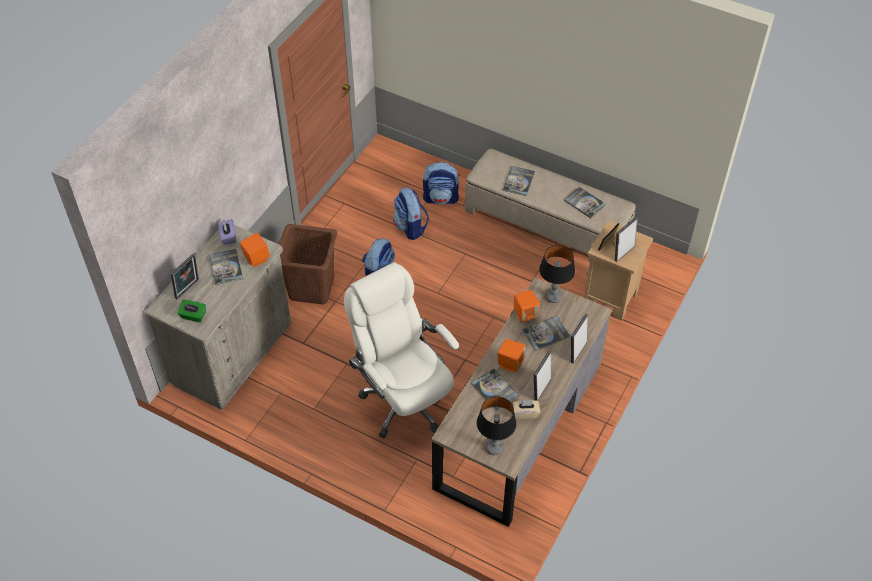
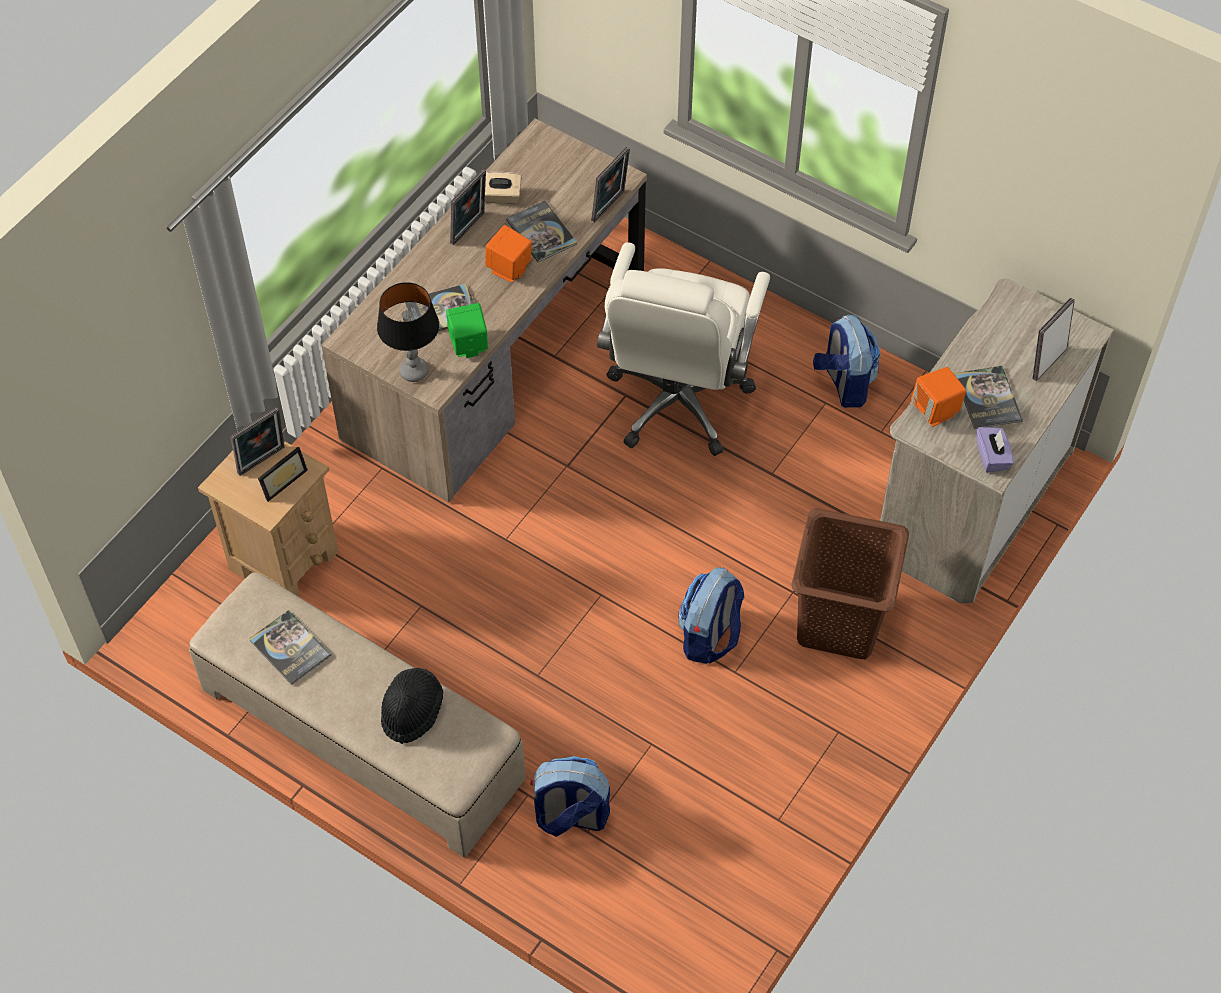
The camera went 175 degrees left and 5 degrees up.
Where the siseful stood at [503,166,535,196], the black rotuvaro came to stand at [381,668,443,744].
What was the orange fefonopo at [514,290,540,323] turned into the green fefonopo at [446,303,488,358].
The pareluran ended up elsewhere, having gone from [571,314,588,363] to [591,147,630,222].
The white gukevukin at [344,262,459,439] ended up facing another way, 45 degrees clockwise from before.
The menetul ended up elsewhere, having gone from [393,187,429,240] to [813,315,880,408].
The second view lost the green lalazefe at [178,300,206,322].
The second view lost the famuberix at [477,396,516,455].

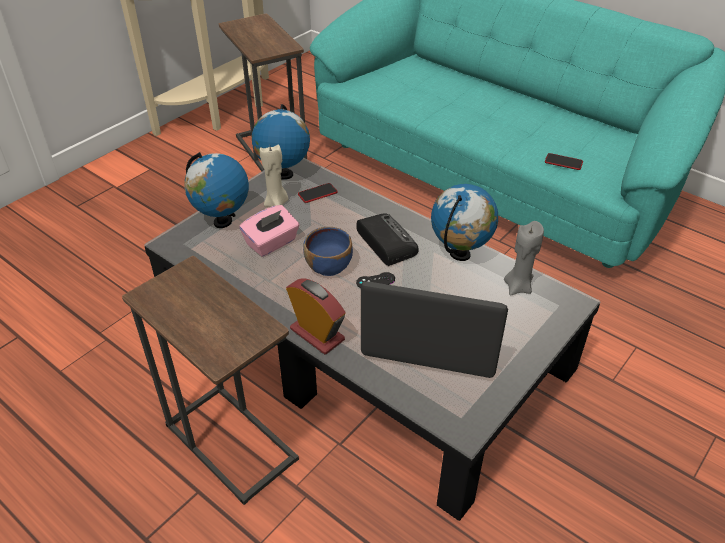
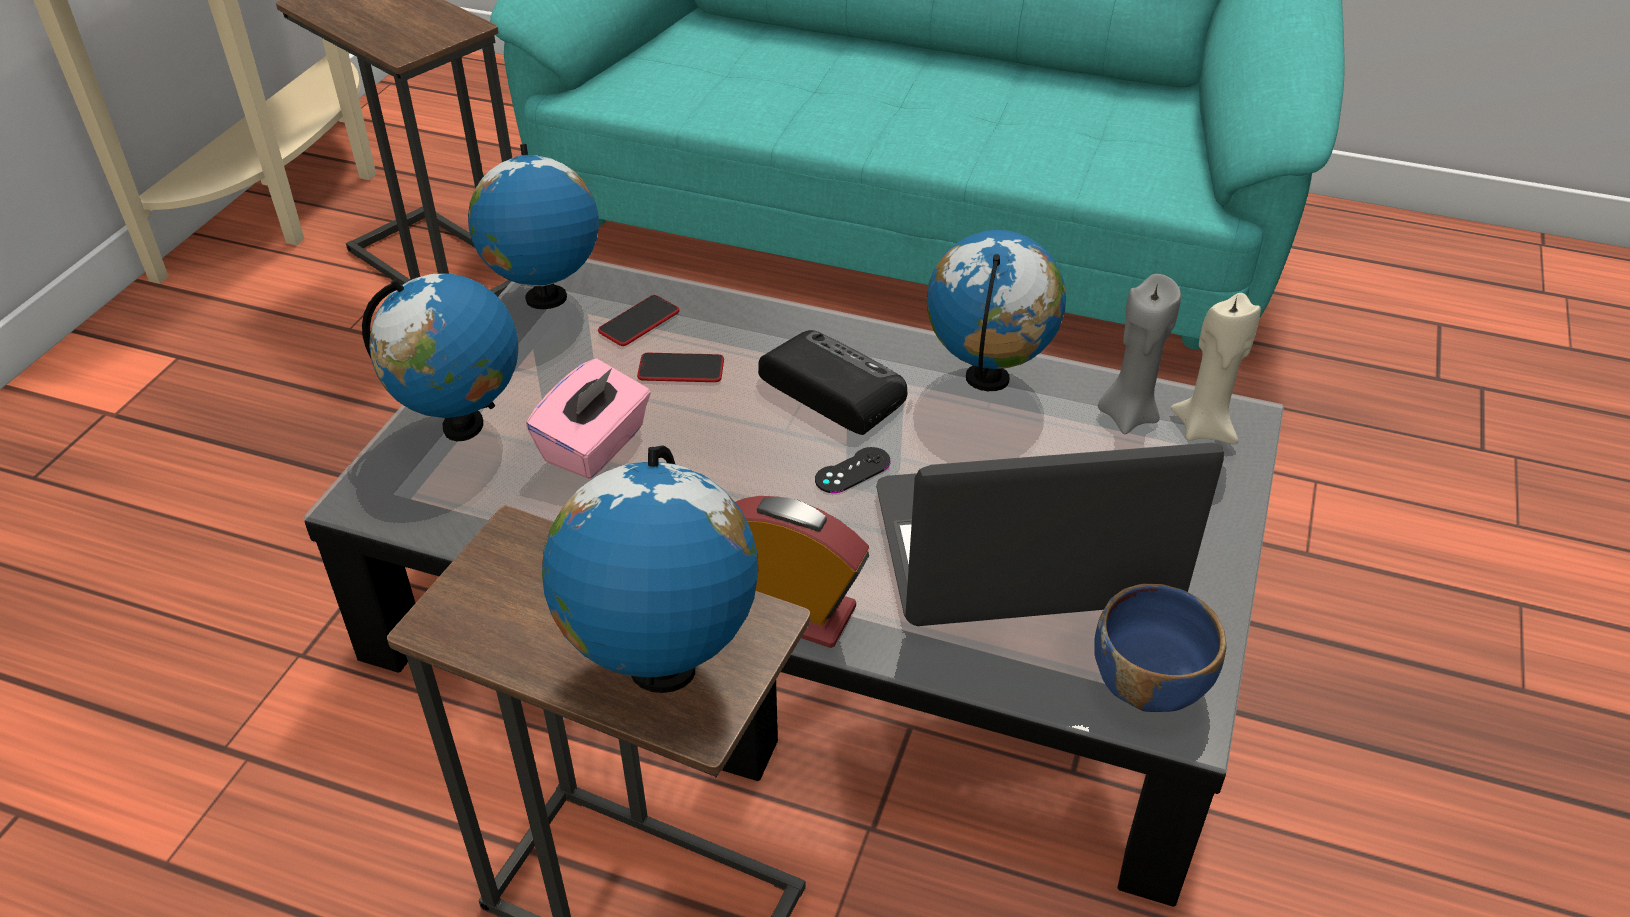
The camera went 20 degrees left and 0 degrees up.
The second view gained the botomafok at [542,446,758,693].
The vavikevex ended up elsewhere, having gone from [545,153,583,170] to [637,353,724,382].
The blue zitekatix ended up elsewhere, having gone from [303,227,353,276] to [1094,584,1226,712].
The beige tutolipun ended up elsewhere, having gone from [260,145,289,207] to [1171,293,1261,444].

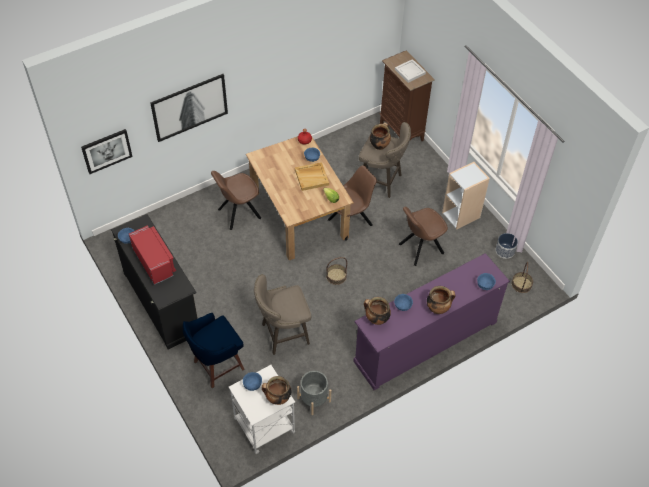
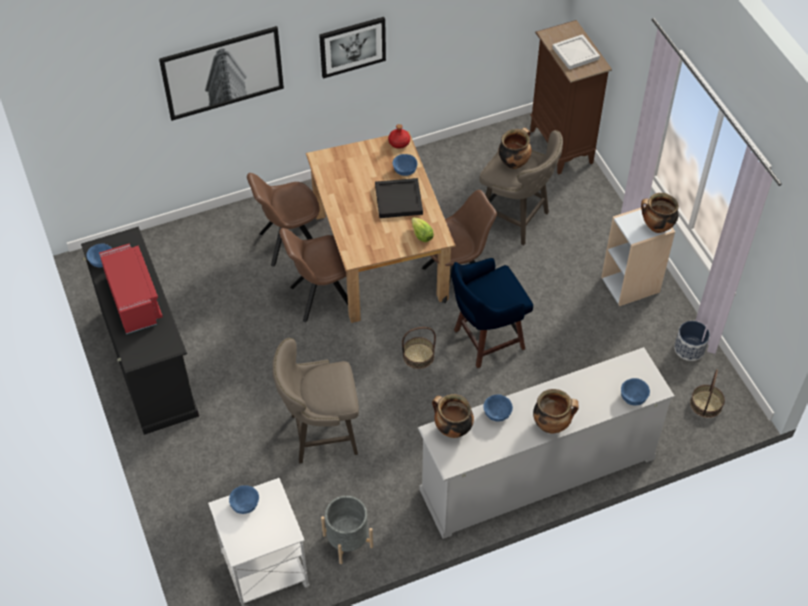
The camera went 10 degrees right and 0 degrees up.
The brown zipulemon ended up elsewhere, having gone from [399,206,448,266] to [279,228,348,322].
The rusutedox ended up elsewhere, having gone from [81,129,133,174] to [319,17,386,79].
What was the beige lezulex at [295,162,329,191] turned into the black lezulex at [375,178,423,218].
What was the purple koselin at [353,253,510,390] turned into the white koselin at [418,347,675,539].
The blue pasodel ended up elsewhere, having gone from [182,313,245,388] to [452,258,533,368].
The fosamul ended up elsewhere, having gone from [262,376,292,405] to [641,193,679,233].

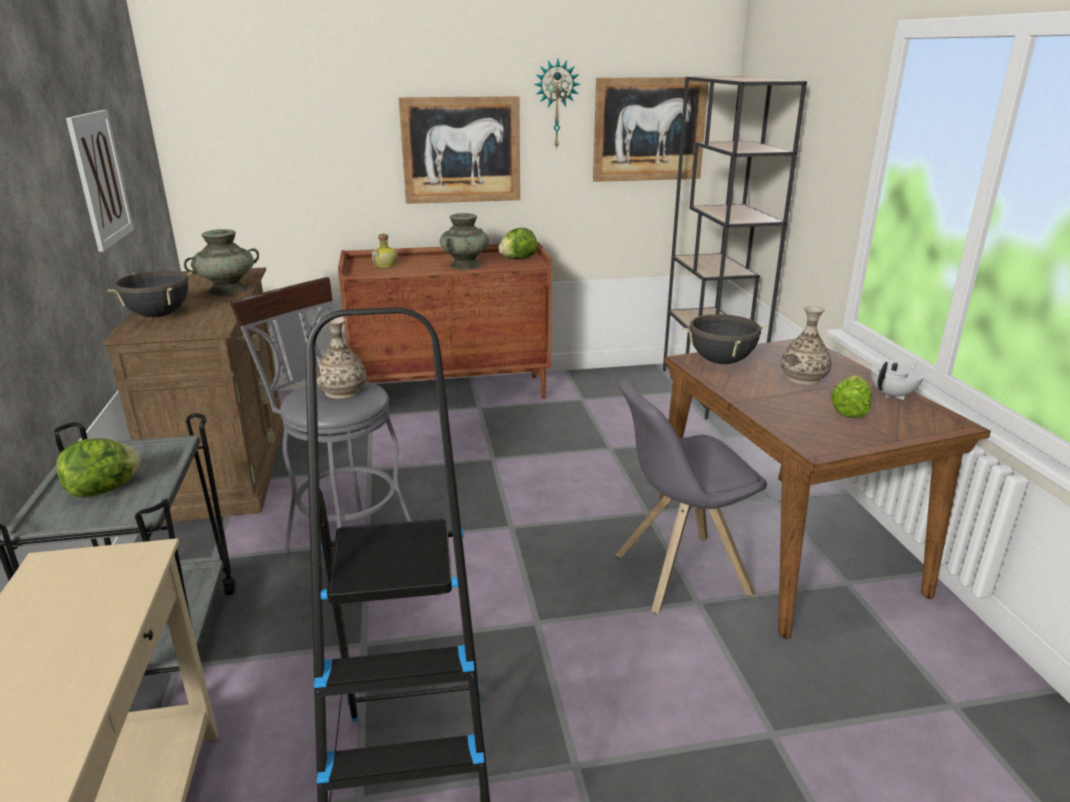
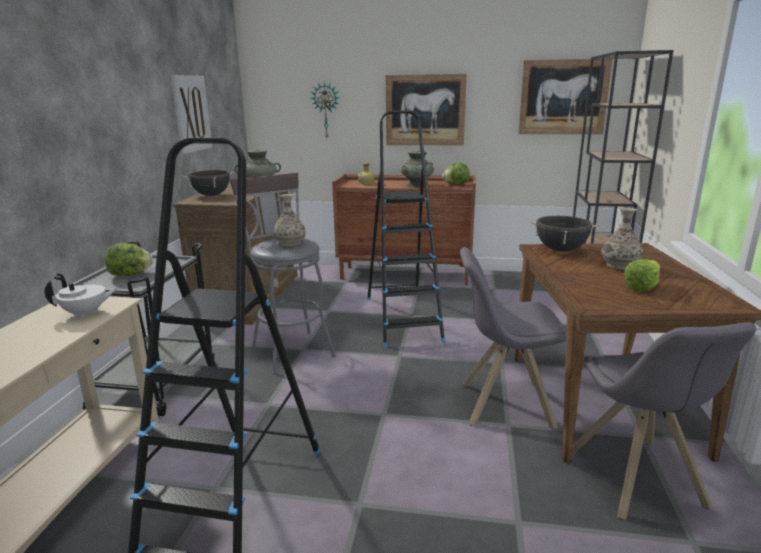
The camera went 20 degrees right and 5 degrees down.
The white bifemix ended up elsewhere, having gone from [870,362,924,400] to [45,280,118,318].
The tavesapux ended up elsewhere, having gone from [534,59,580,150] to [311,81,339,138].
The second view gained the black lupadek at [367,110,445,348].
The second view gained the grey zipulemon at [572,322,756,520].

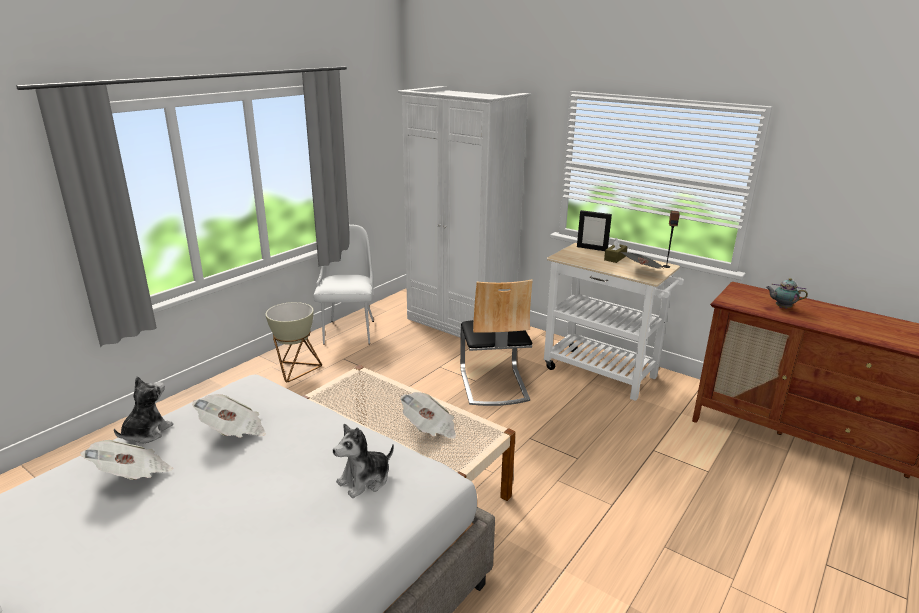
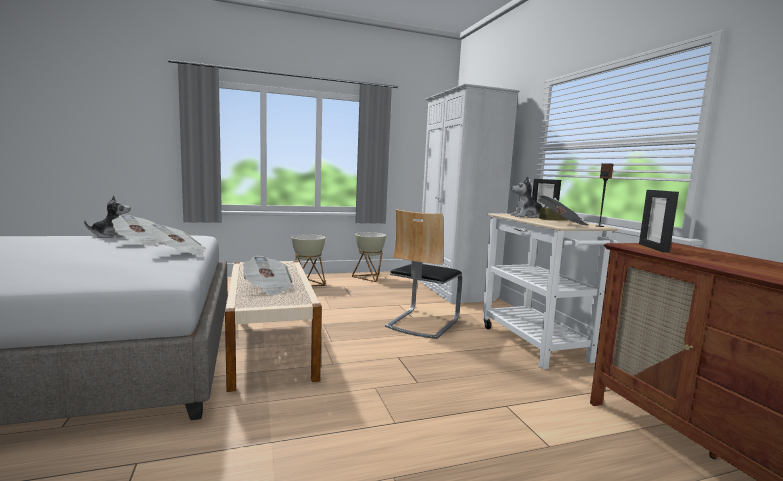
The camera went 35 degrees right and 15 degrees down.
The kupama ended up elsewhere, having gone from [80,440,173,480] to [150,224,206,257].
Where the white zipulemon stood at [314,224,374,345], the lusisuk came to stand at [352,232,386,282].
The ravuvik ended up elsewhere, having gone from [333,424,394,498] to [510,177,547,218].
The second view gained the pareluran at [639,190,679,253].
The second view lost the bifemix at [766,278,808,309].

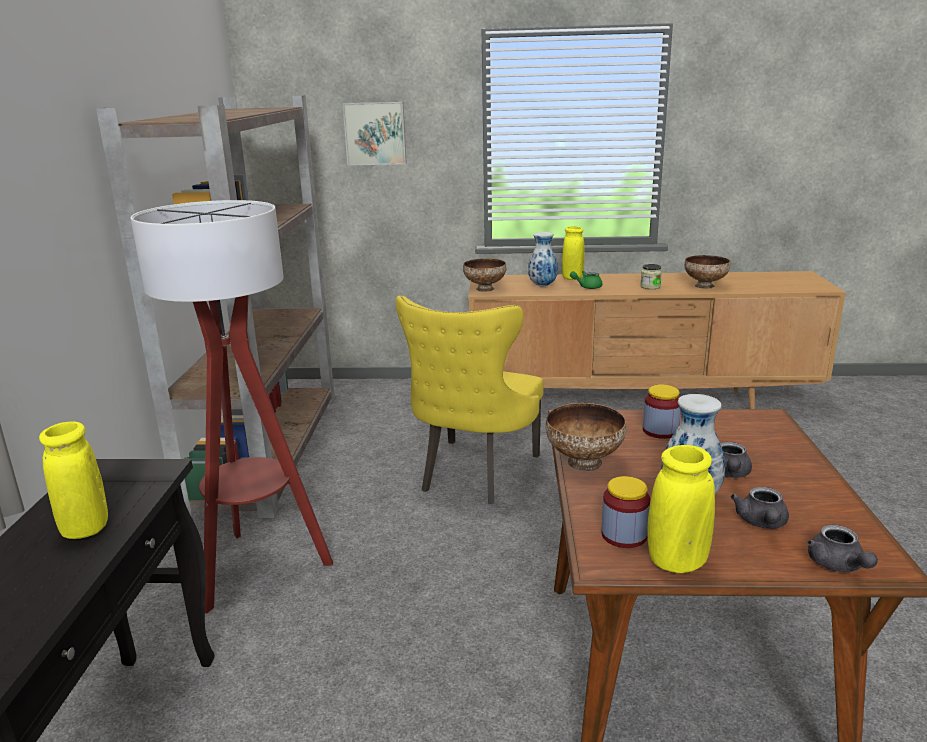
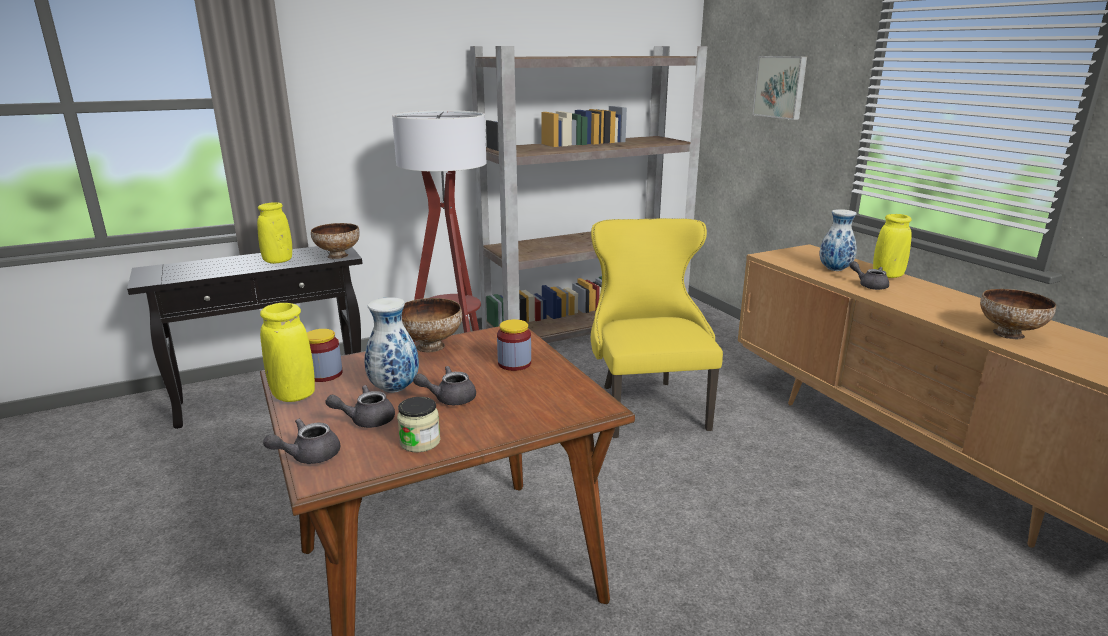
The camera went 60 degrees right and 0 degrees up.
The zitekatix ended up elsewhere, having gone from [463,258,506,292] to [311,223,360,259].
The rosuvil ended up elsewhere, having gone from [640,264,662,289] to [397,397,440,452].
The yellow zipulemon at [396,295,543,504] ended up facing another way, 90 degrees clockwise from before.
What was the green bifemix at [570,271,603,289] turned into the grey bifemix at [850,261,889,290].

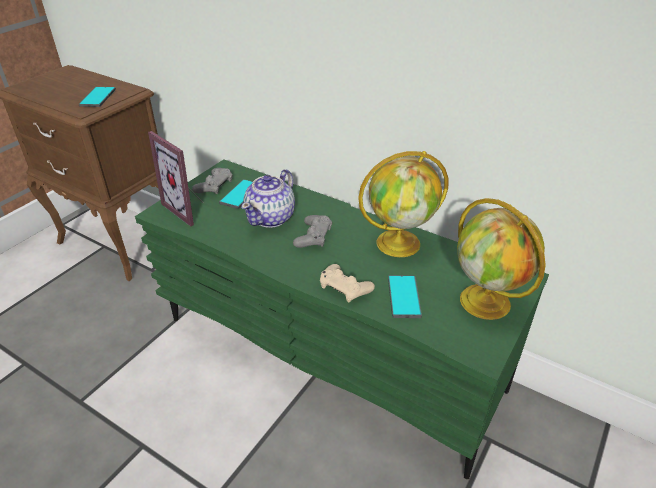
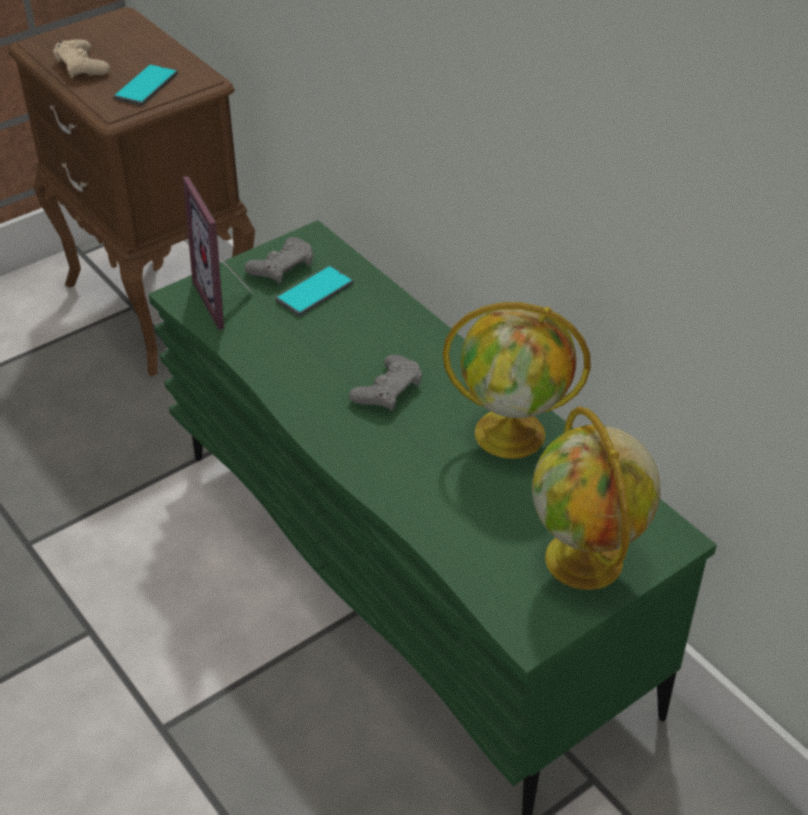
The camera went 20 degrees right and 5 degrees up.
The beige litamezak ended up elsewhere, having gone from [320,264,375,302] to [53,39,110,78].
The second view lost the bifemix at [241,169,295,228].
The second view lost the vavikevex at [388,275,422,318].

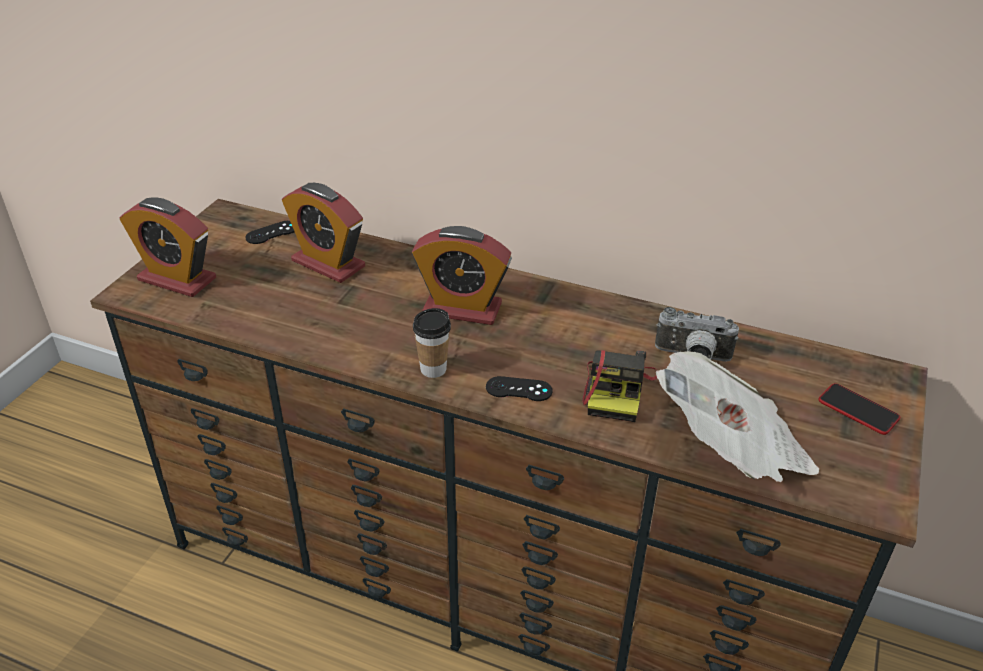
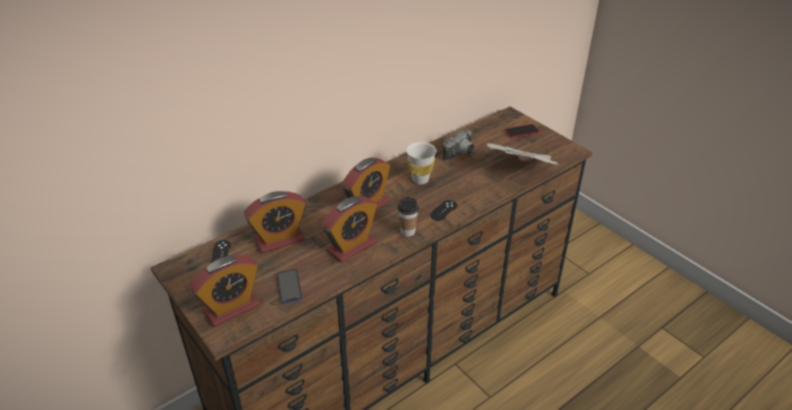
The camera went 60 degrees left and 0 degrees up.
The second view gained the vavikevex at [276,269,302,304].
The second view gained the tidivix at [321,196,377,263].
The second view gained the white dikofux at [406,142,436,184].
The second view lost the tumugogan at [582,350,657,422].

